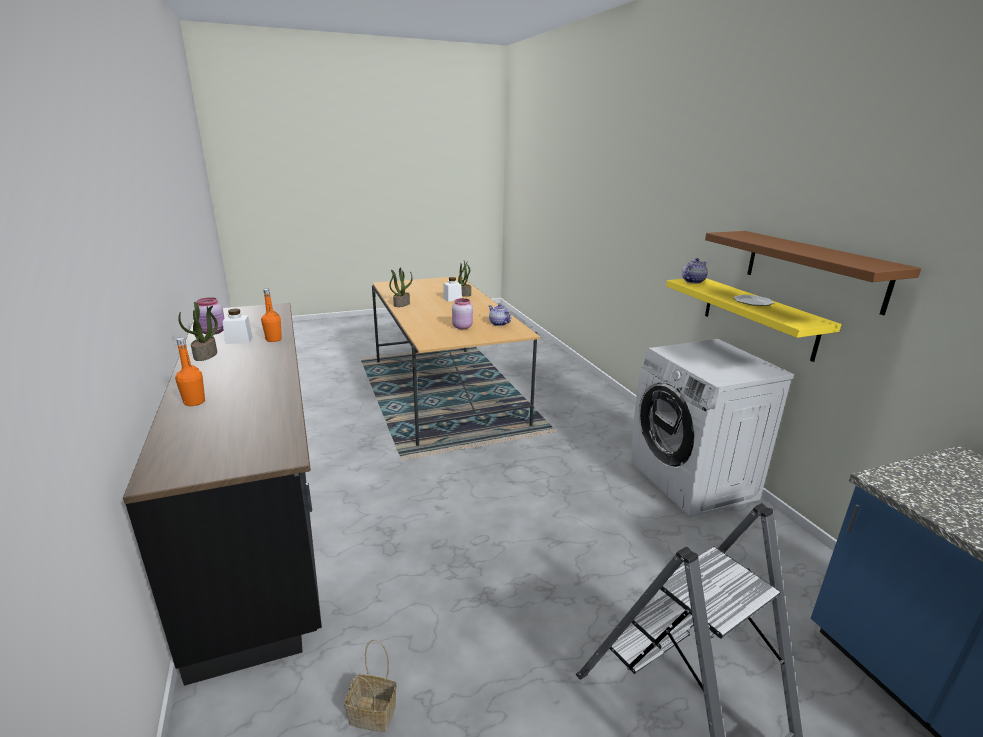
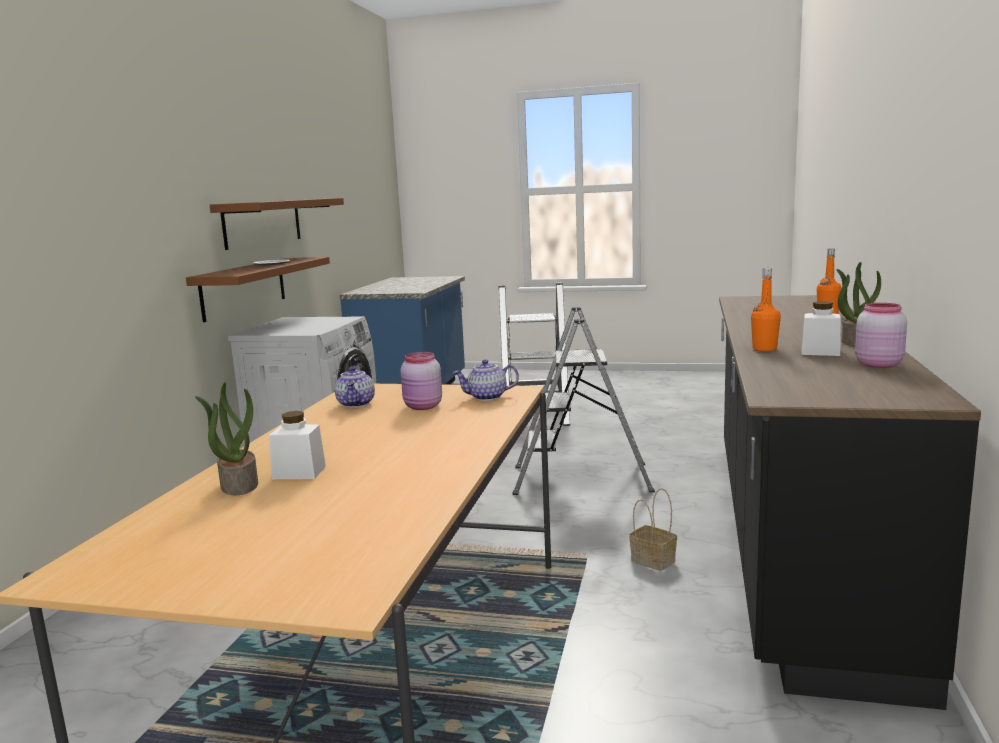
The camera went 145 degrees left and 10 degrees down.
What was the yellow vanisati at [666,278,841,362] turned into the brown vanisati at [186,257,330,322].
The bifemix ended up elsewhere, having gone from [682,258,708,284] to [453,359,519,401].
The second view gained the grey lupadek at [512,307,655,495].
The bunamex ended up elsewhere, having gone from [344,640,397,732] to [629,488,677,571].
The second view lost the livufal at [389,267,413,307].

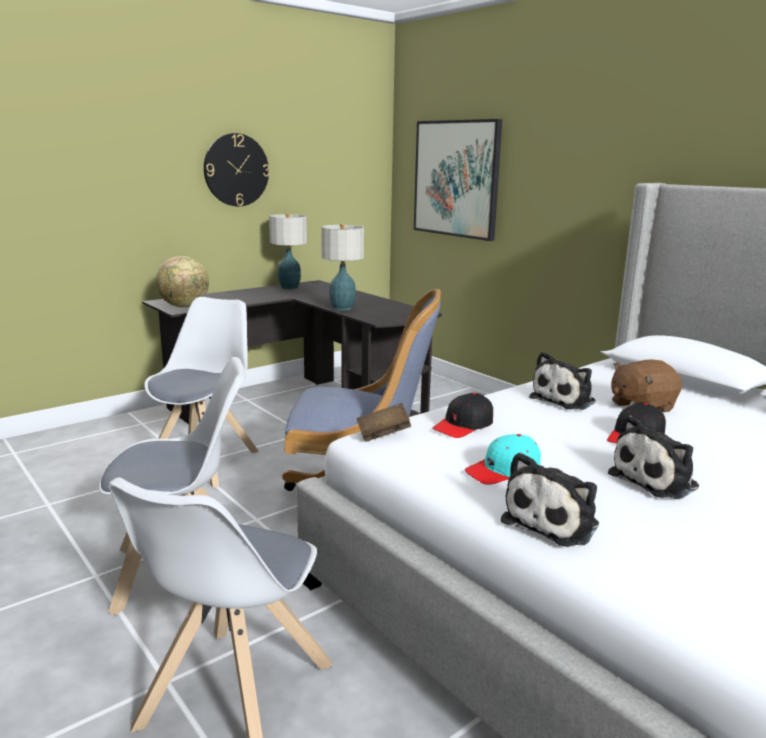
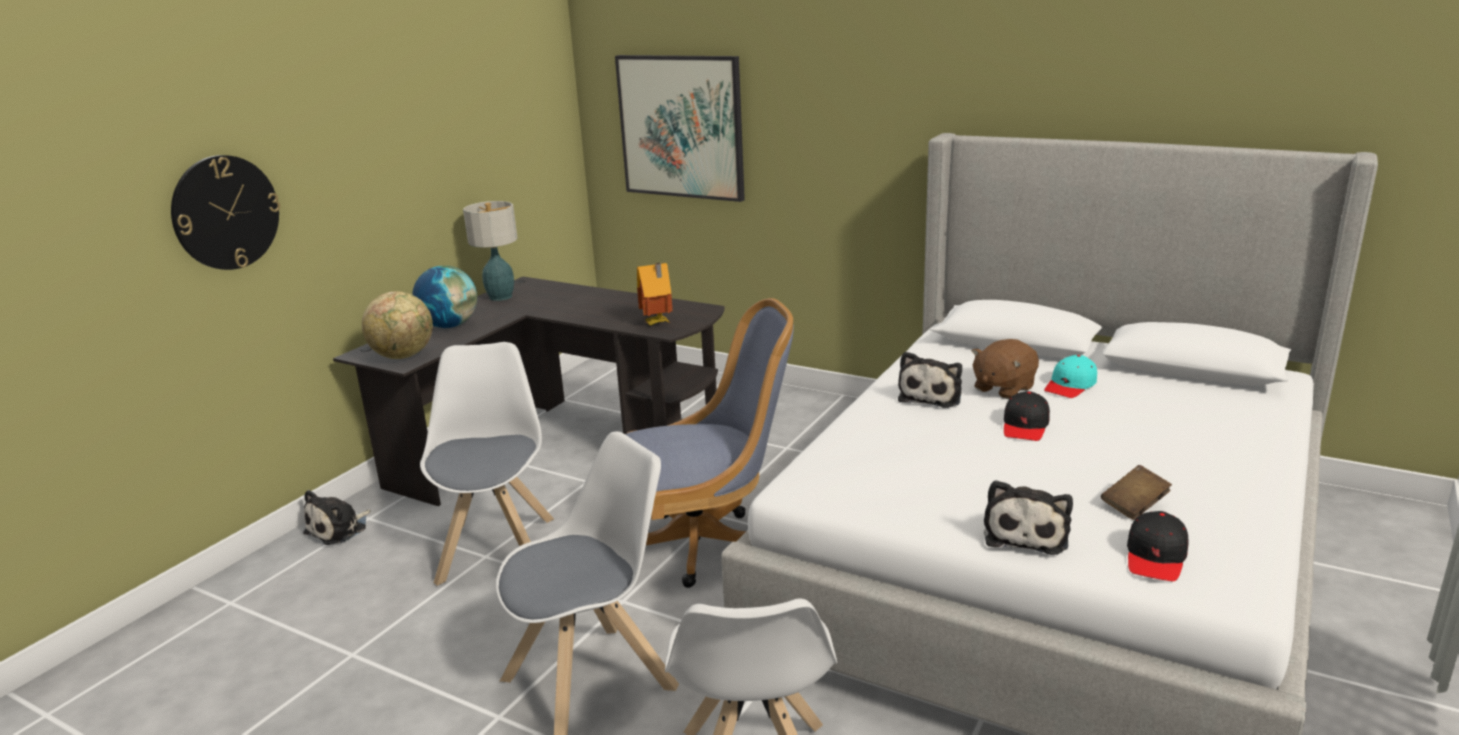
The camera went 20 degrees left and 5 degrees up.
The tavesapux ended up elsewhere, having gone from [204,133,270,206] to [171,155,280,270].
The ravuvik ended up elsewhere, having gone from [608,415,699,499] to [303,490,371,545].
The second view gained the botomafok at [412,265,477,328].
The second view gained the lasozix at [637,263,673,325].
The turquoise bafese ended up elsewhere, having gone from [465,434,541,485] to [1044,355,1097,398].
The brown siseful ended up elsewhere, having gone from [356,403,411,442] to [1101,465,1172,520].
The black bafese ended up elsewhere, having gone from [432,393,493,438] to [1127,511,1188,581].
The second view lost the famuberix at [321,224,364,311].

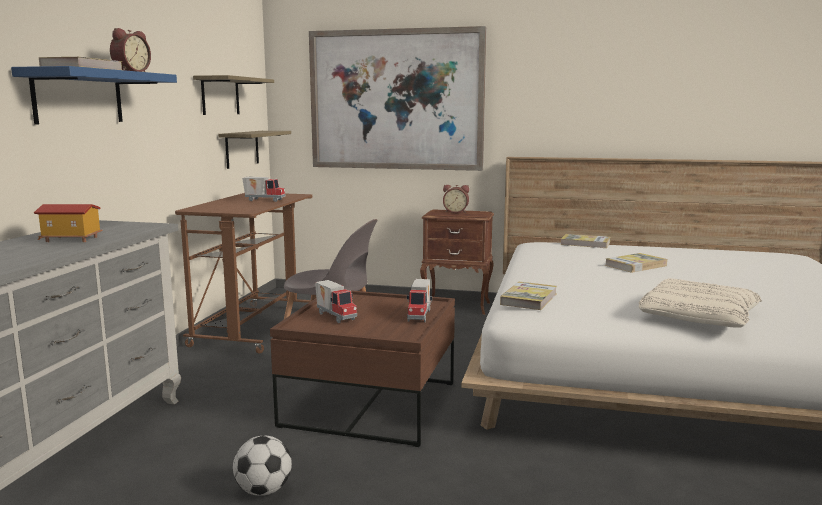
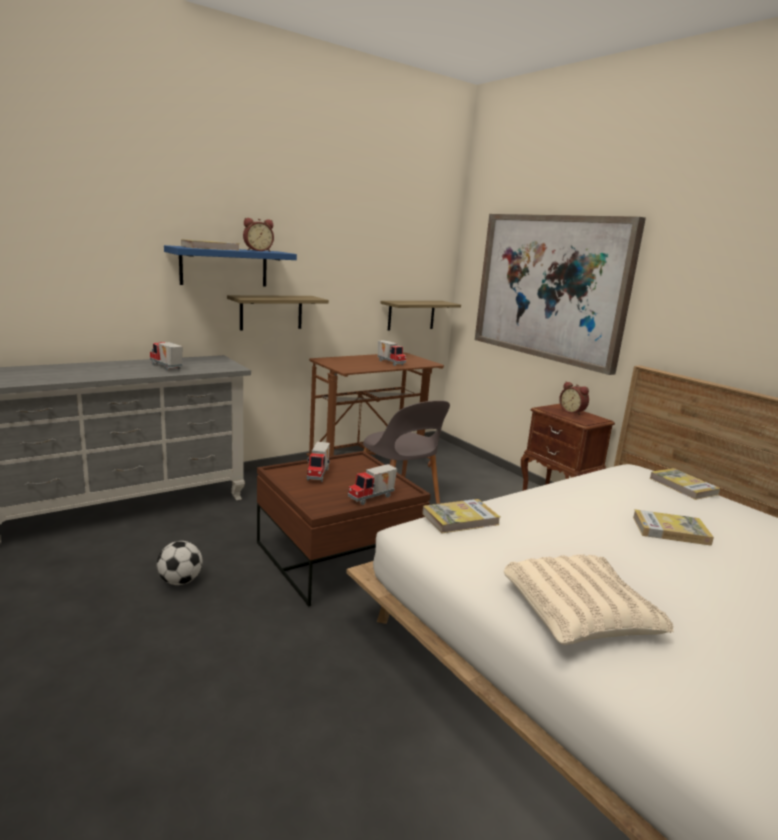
The camera went 40 degrees right and 5 degrees up.
Where the lasozix stood at [34,204,103,242], the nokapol came to stand at [150,342,183,371].
The vanisati ended up elsewhere, having gone from [193,75,274,115] to [227,295,329,330].

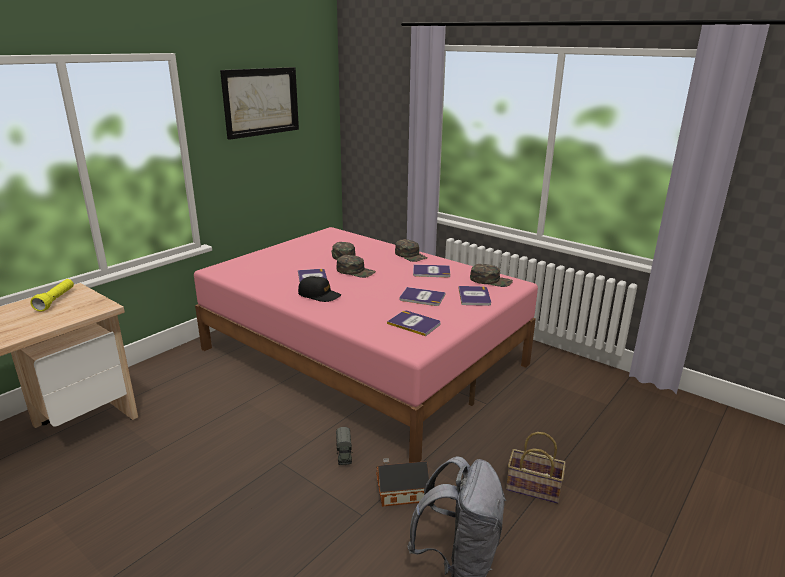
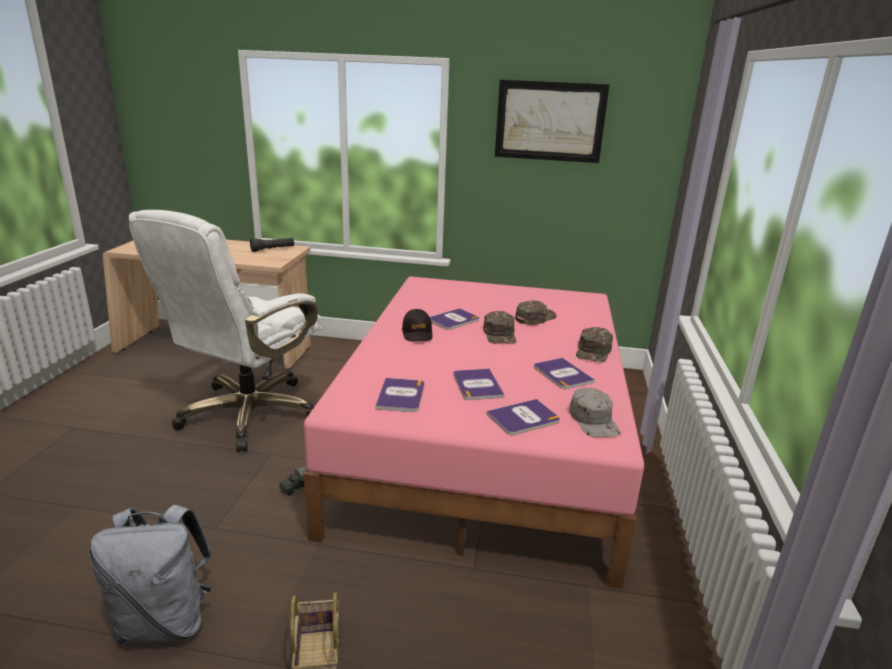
The camera went 60 degrees right and 0 degrees up.
The second view gained the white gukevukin at [129,210,324,452].
What was the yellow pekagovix at [30,279,74,311] turned into the black pekagovix at [250,238,294,252].
What was the green bafese at [470,264,513,287] turned into the grey bafese at [569,388,621,437].
The second view lost the lasozix at [376,458,429,507].

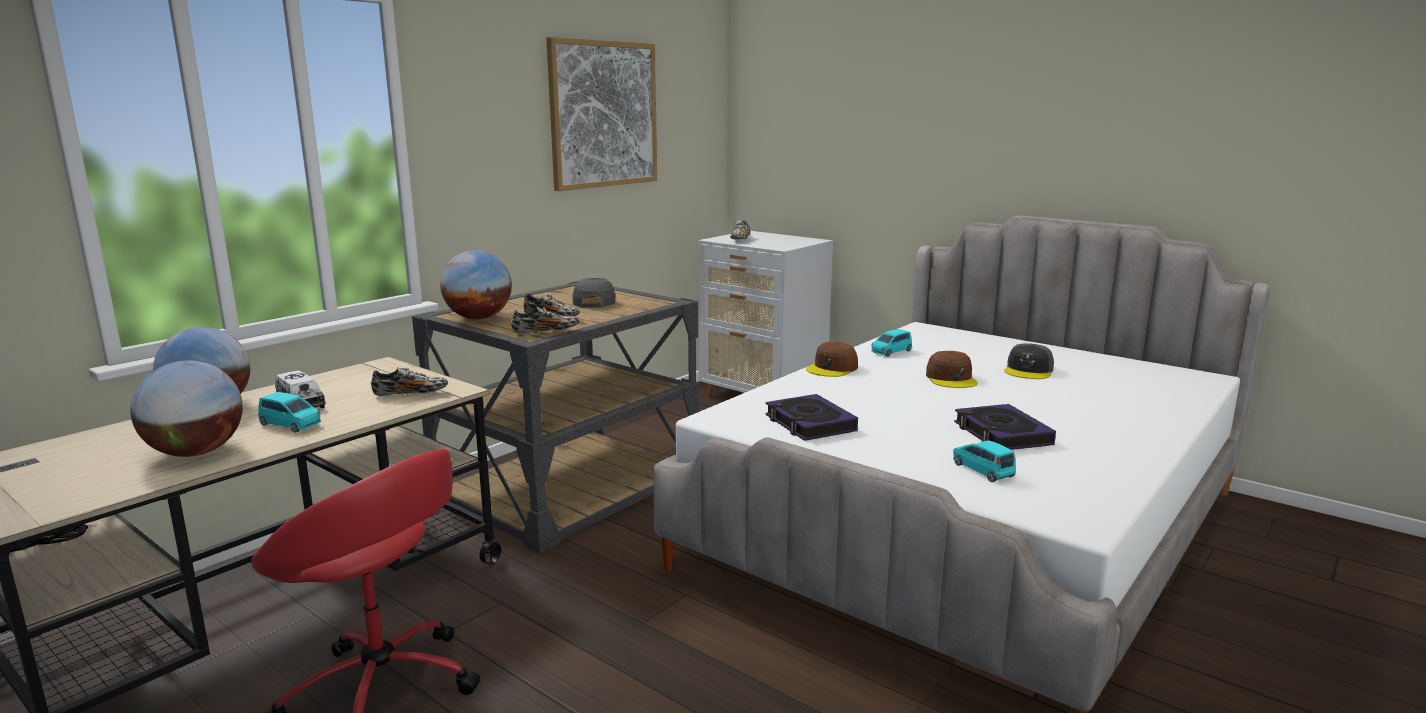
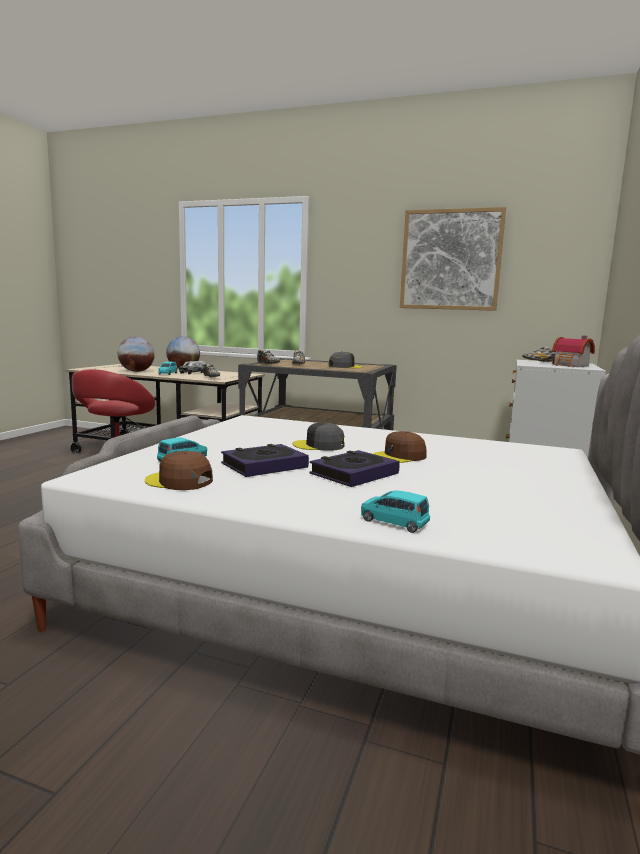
The camera went 70 degrees right and 5 degrees down.
The brown bafese ended up elsewhere, having gone from [806,342,858,377] to [145,451,213,490].
The grey bafese ended up elsewhere, having gone from [1004,343,1054,379] to [293,423,344,451].
The siseful ended up elsewhere, having gone from [765,394,858,441] to [310,450,400,487].
The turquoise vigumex ended up elsewhere, having gone from [871,329,912,357] to [361,490,430,533].
The second view gained the lasozix at [552,336,595,367].
The second view lost the botomafok at [440,250,512,319].

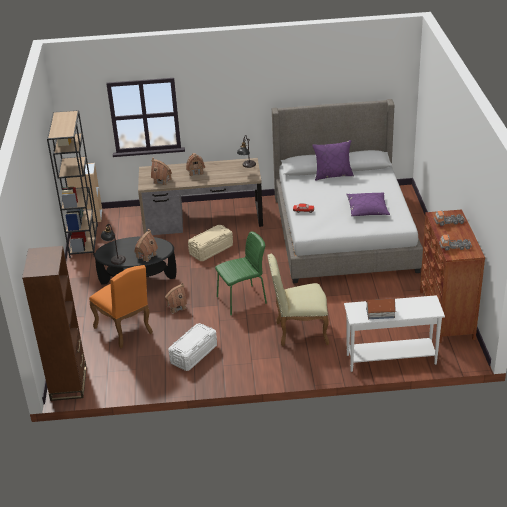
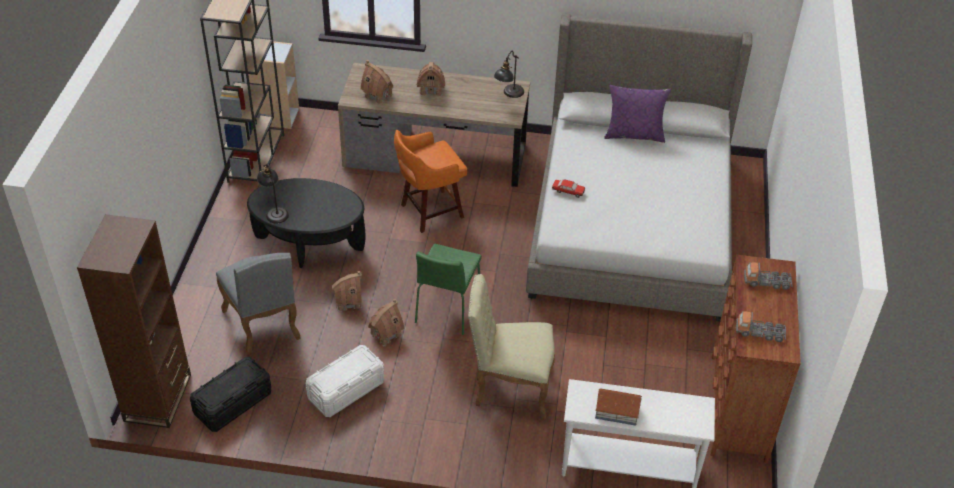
The camera went 10 degrees right and 10 degrees up.
The second view gained the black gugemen at [190,357,271,432].
What was the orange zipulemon at [89,265,153,348] turned into the grey zipulemon at [216,253,300,355].
The lasozix ended up elsewhere, having gone from [134,229,158,262] to [368,299,404,346].
Where the beige gugemen stood at [188,225,233,261], the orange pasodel came to stand at [394,130,467,233].
The green zipulemon at [215,231,267,315] ended up facing another way, 120 degrees clockwise from before.
The second view lost the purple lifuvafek at [346,192,390,216].

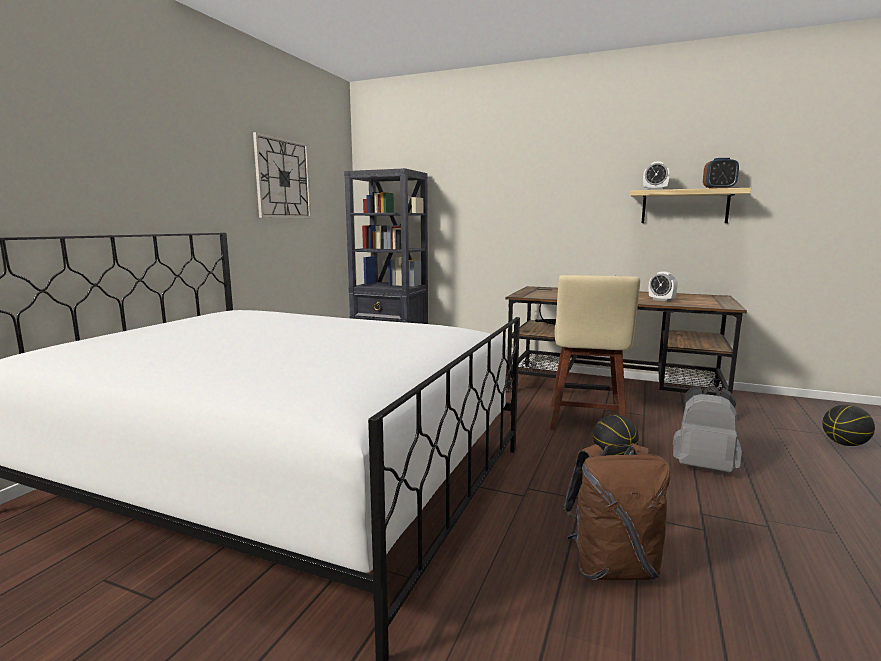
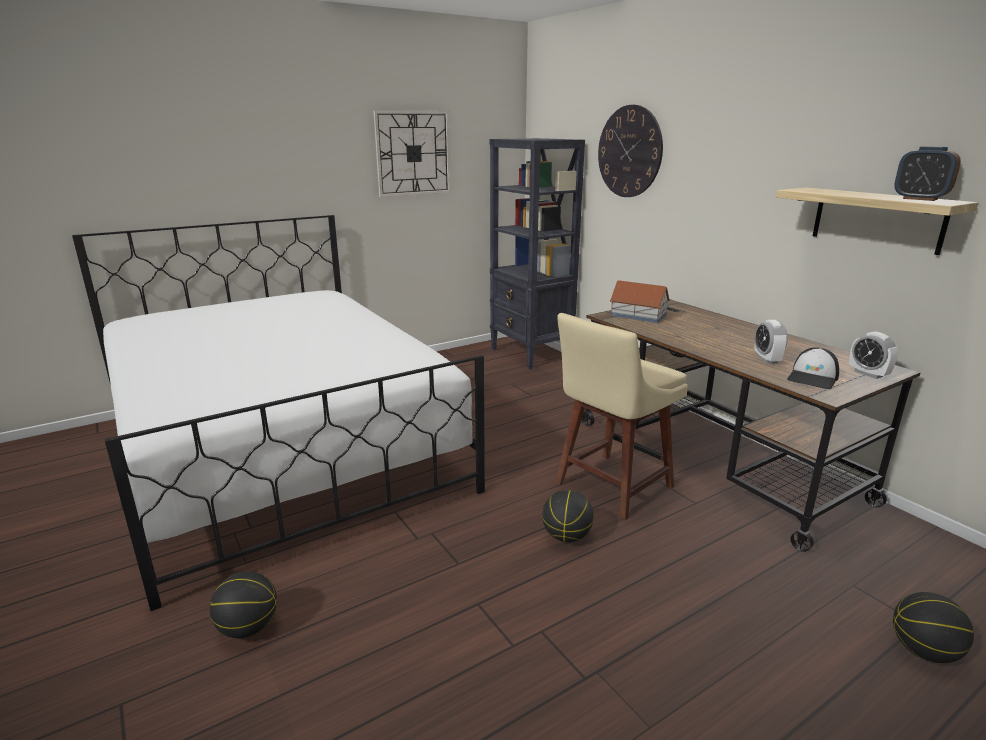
The camera went 35 degrees right and 10 degrees up.
The second view gained the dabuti at [210,571,277,638].
The second view gained the tavesapux at [598,105,663,197].
The second view gained the lasozix at [610,280,670,323].
The second view gained the bafese at [787,348,839,389].
The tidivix ended up elsewhere, having gone from [643,162,670,190] to [849,332,898,379].
The second view lost the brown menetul at [563,443,670,580].
The second view lost the grey menetul at [673,386,742,473].

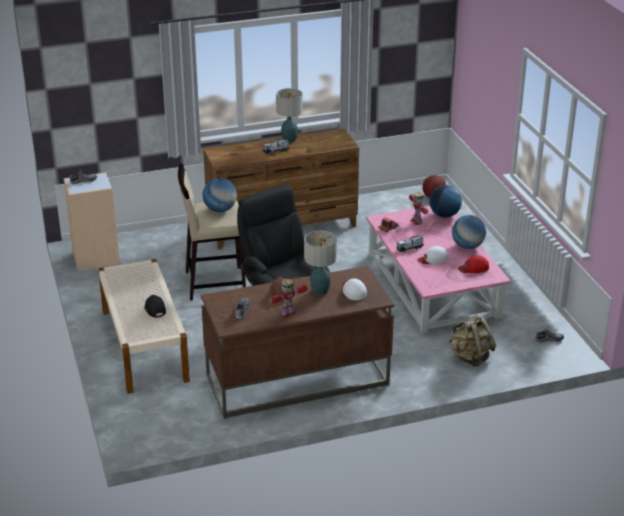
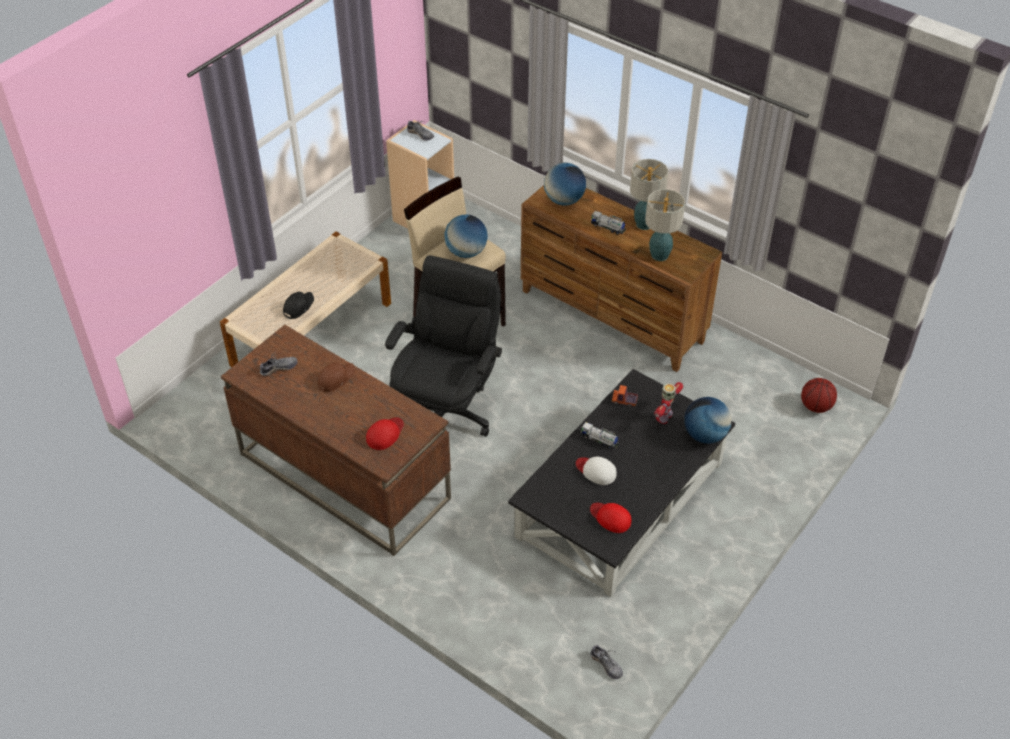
The camera went 55 degrees right and 15 degrees up.
What was the white bafese at [342,278,367,300] turned into the red bafese at [366,417,404,450].
What was the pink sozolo at [366,206,511,334] turned into the black sozolo at [508,369,735,597].
The botomafok ended up elsewhere, having gone from [452,215,486,249] to [544,163,586,205].
The famuberix ended up elsewhere, having gone from [304,230,337,296] to [645,189,685,261].
The second view lost the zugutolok at [270,279,307,317].
The second view lost the beige menetul at [448,313,496,367].

